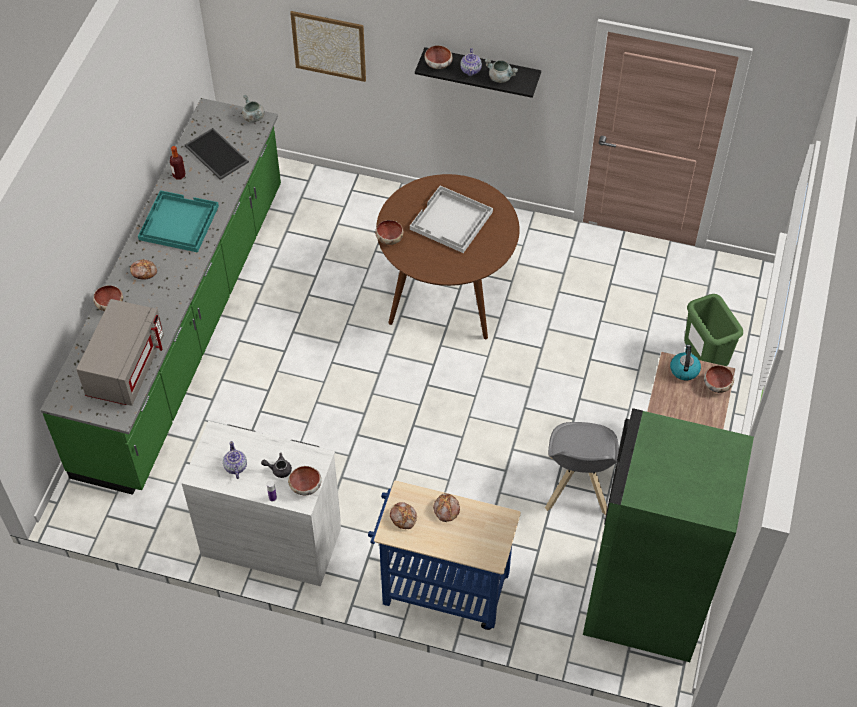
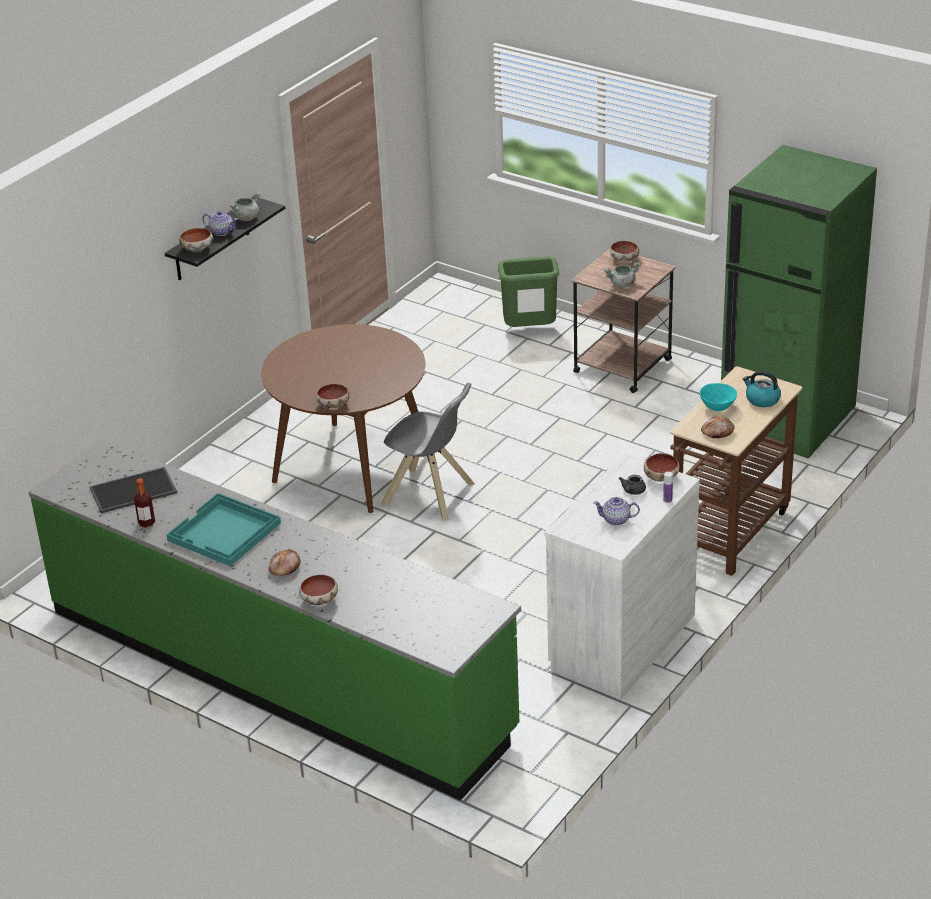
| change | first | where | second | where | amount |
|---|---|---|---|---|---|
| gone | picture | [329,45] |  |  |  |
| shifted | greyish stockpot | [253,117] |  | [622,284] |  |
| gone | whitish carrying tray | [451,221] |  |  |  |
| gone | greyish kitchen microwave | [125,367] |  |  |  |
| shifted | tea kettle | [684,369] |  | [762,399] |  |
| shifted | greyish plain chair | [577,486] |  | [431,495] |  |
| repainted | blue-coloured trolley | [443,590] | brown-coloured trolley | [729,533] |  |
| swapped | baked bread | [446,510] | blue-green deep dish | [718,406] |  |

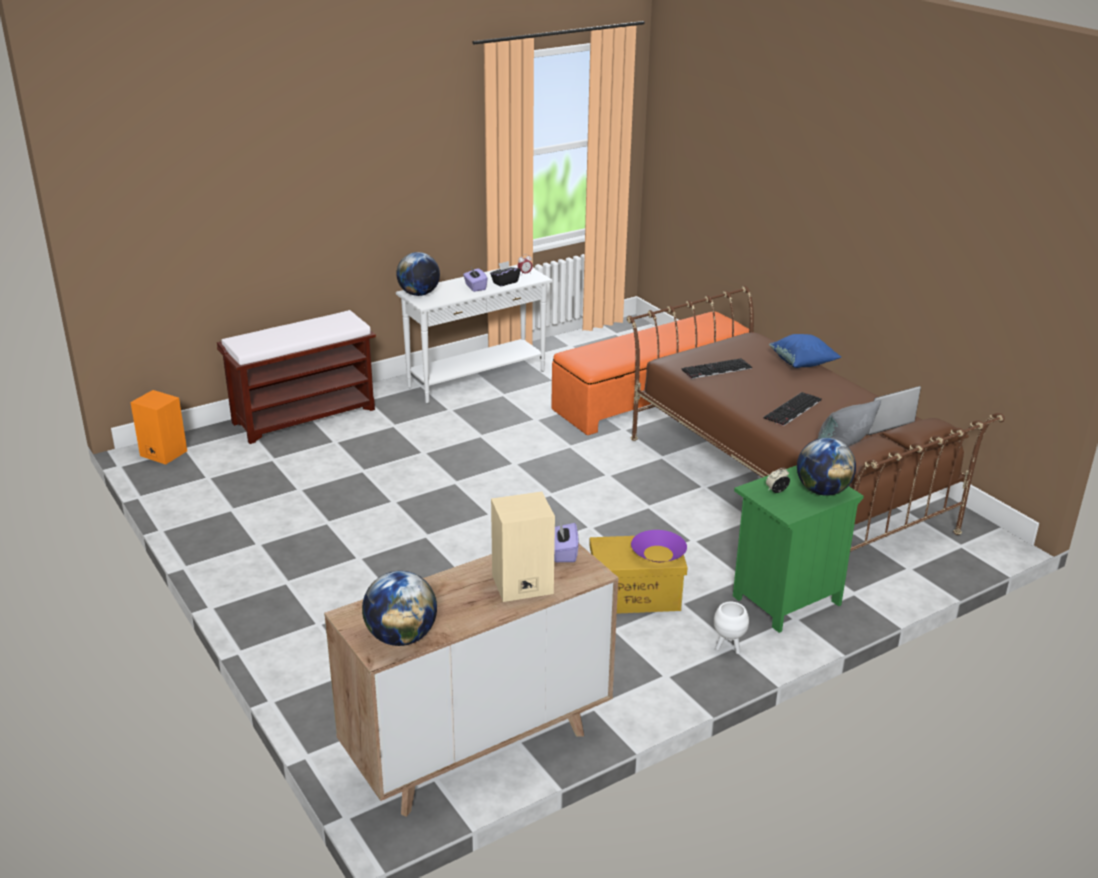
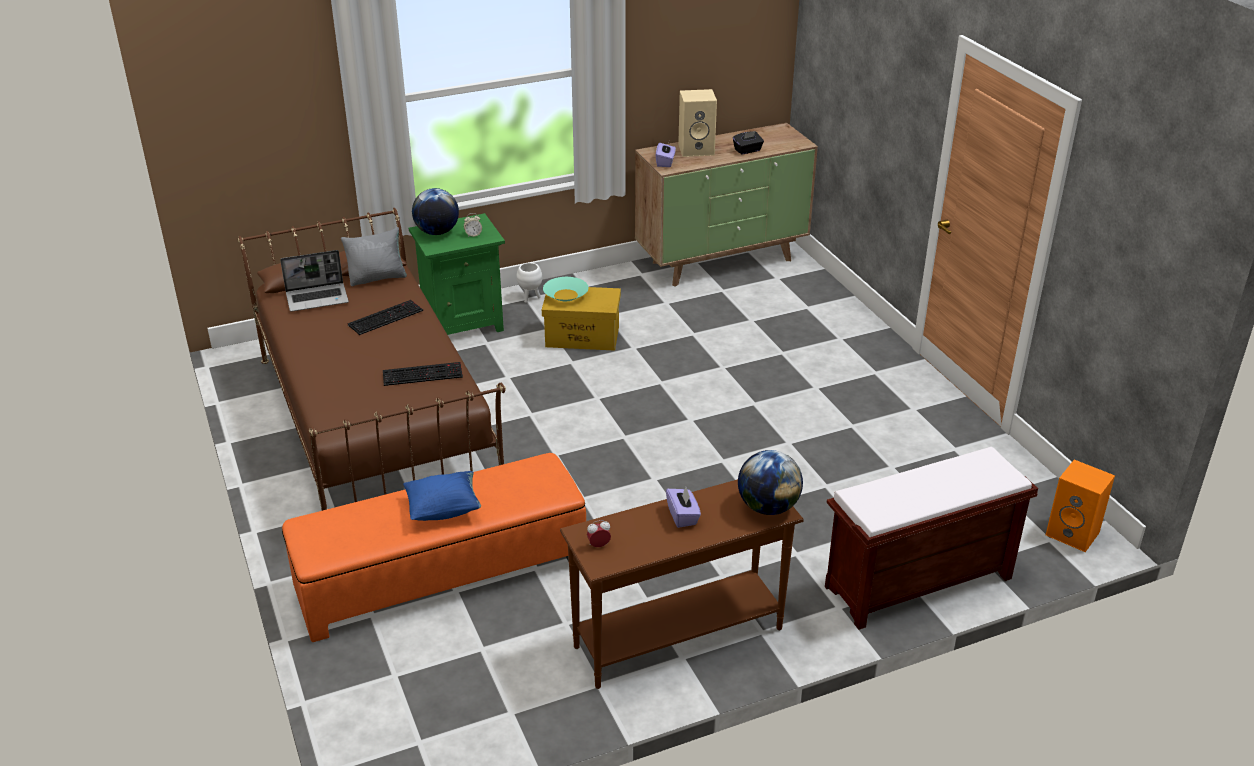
| change | first | where | second | where | amount |
|---|---|---|---|---|---|
| shifted | blackish box of tissues | [505,282] |  | [747,150] |  |
| repainted | whitish narrow table | [477,378] | brown-coloured narrow table | [678,640] |  |
| shifted | blue-coloured cushion | [802,364] |  | [444,509] |  |
| repainted | purple-coloured deep dish | [658,553] | blue-green deep dish | [566,295] |  |
| gone | desk globe | [401,637] |  |  |  |

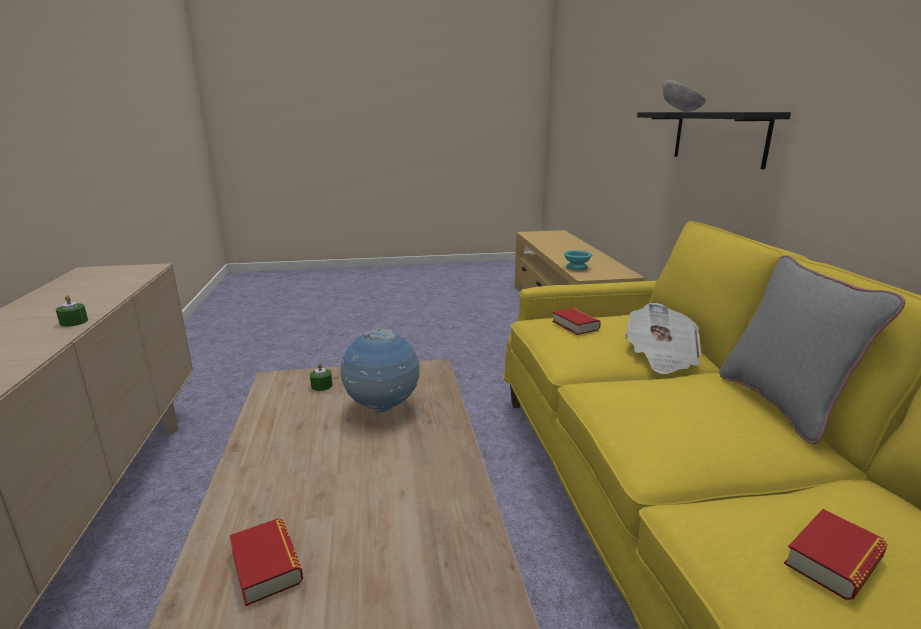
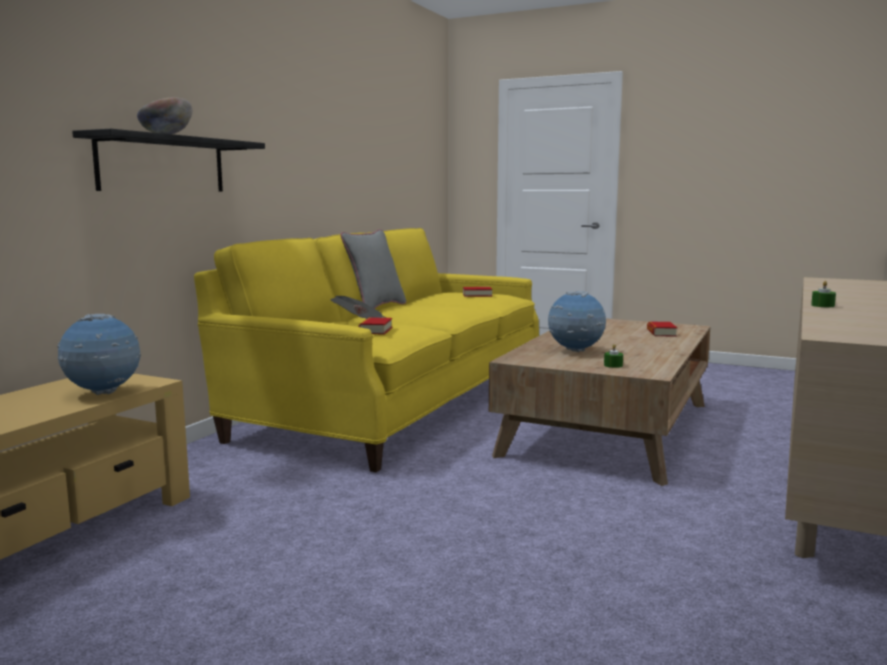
| change | first | where | second | where | amount |
|---|---|---|---|---|---|
| swapped | blue-green deep dish | [577,267] | desk globe | [103,393] |  |

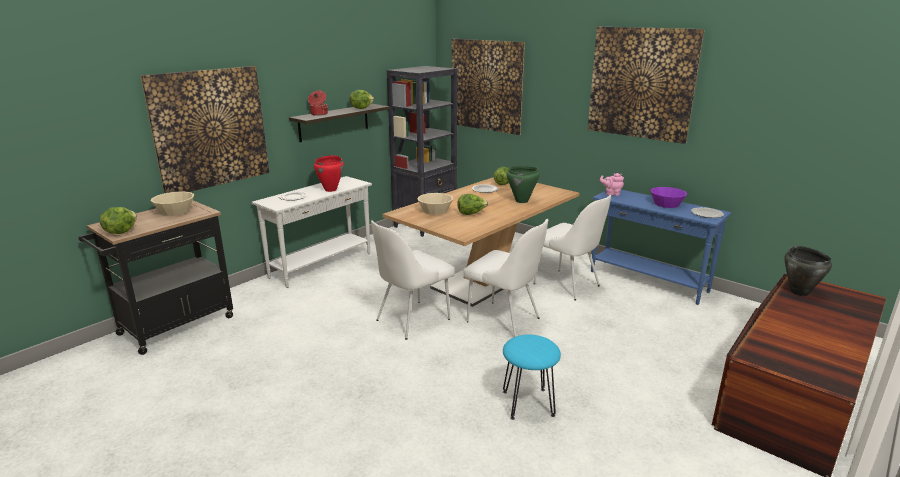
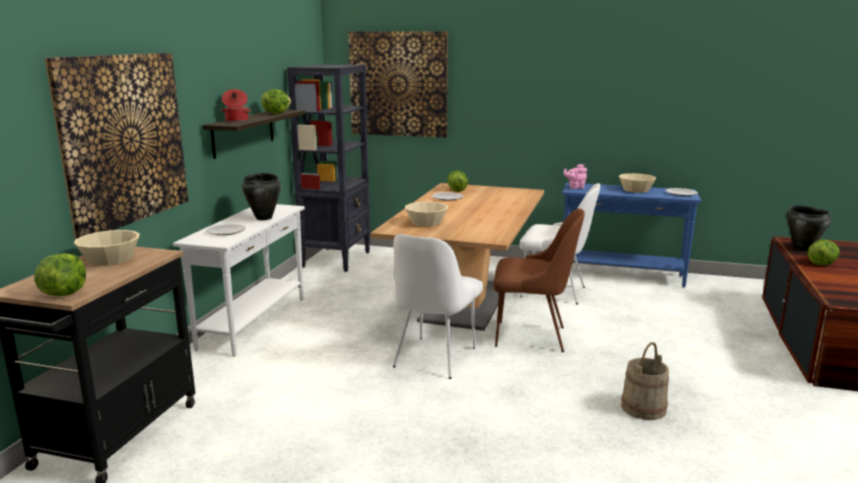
| change | first | where | second | where | amount |
|---|---|---|---|---|---|
| gone | picture | [641,83] |  |  |  |
| repainted | red-coloured stockpot | [331,189] | blackish stockpot | [264,218] |  |
| gone | green-coloured stockpot | [522,201] |  |  |  |
| repainted | purple-coloured deep dish | [666,204] | beige deep dish | [636,189] |  |
| shifted | lettuce | [471,214] |  | [822,263] |  |
| repainted | whitish plain chair | [504,320] | brown-coloured plain chair | [531,336] |  |
| swapped | blue-green stool seat | [528,403] | beige bucket | [643,408] |  |

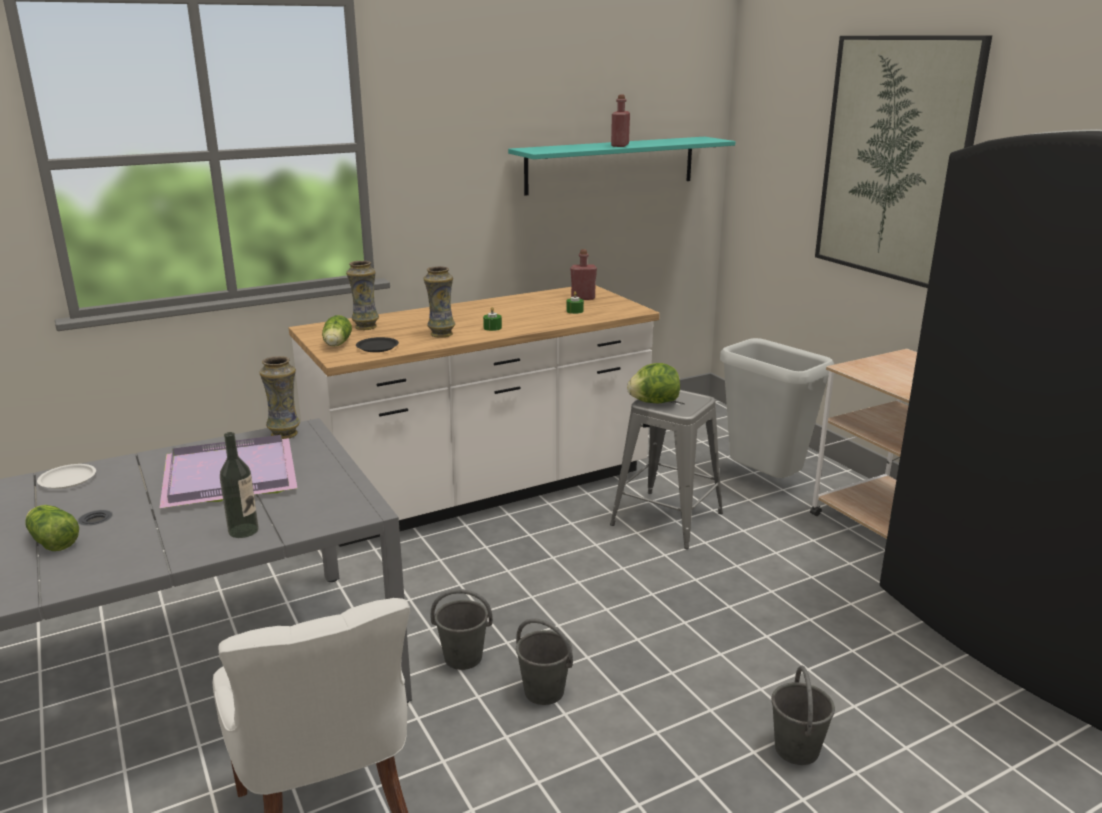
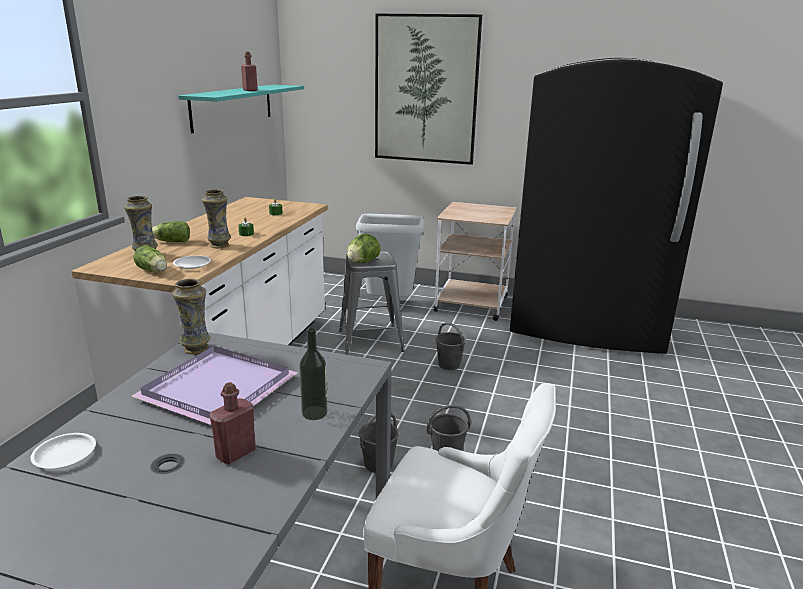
| change | first | where | second | where | amount |
|---|---|---|---|---|---|
| shifted | red-coloured beverage bottle | [583,298] |  | [236,453] |  |
| repainted | blackish flat dish | [377,347] | whitish flat dish | [192,264] |  |
| shifted | lettuce | [52,541] |  | [171,241] |  |
| shifted | greyish bucket | [796,750] |  | [449,365] |  |

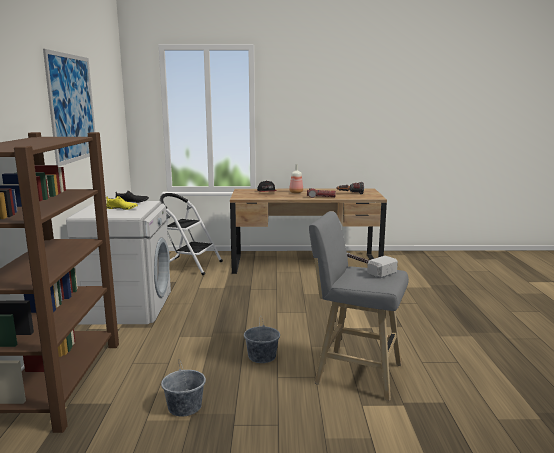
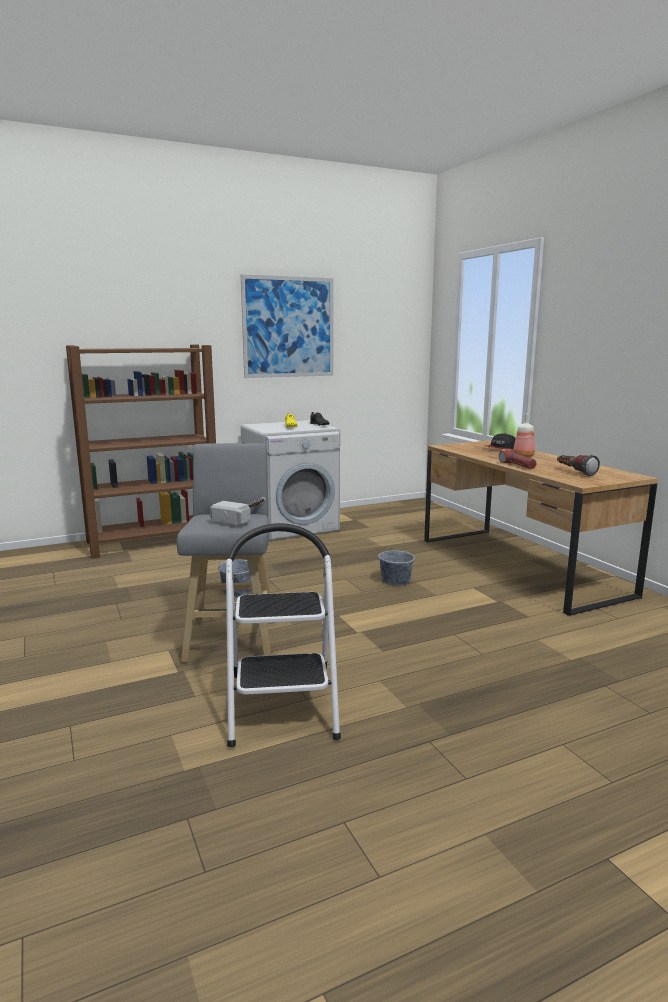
| change | first | where | second | where | amount |
|---|---|---|---|---|---|
| shifted | step stool | [188,265] |  | [283,703] |  |
| shifted | greyish bucket | [185,407] |  | [395,580] |  |

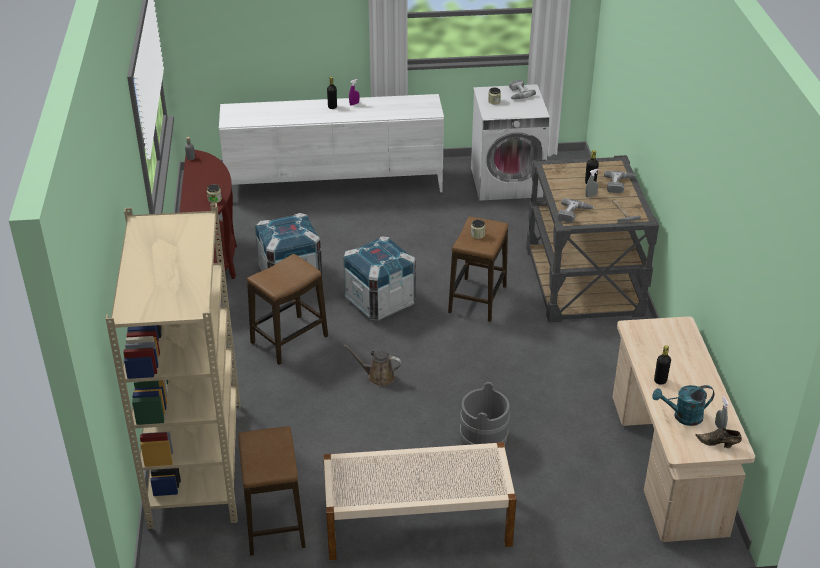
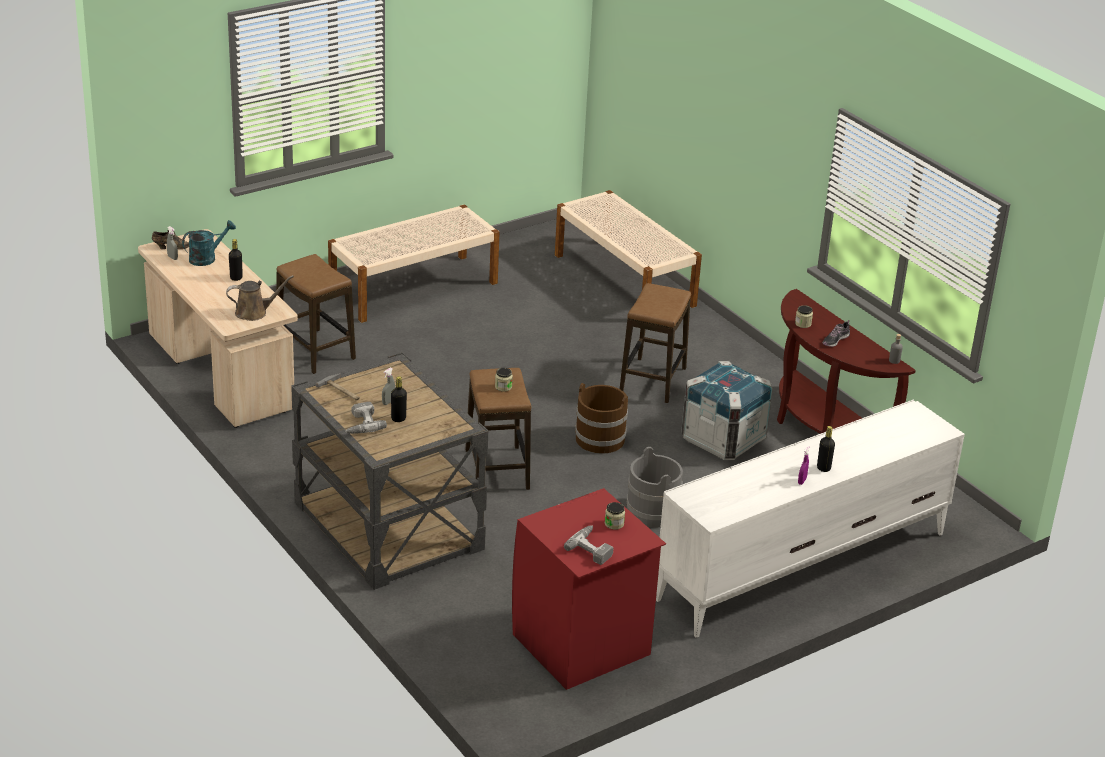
| change | first | where | second | where | amount |
|---|---|---|---|---|---|
| repainted | whitish washing machine | [507,181] | red-coloured washing machine | [581,646] |  |
| gone | electric drill | [574,214] |  |  |  |
| swapped | beige bookcase | [196,463] | beige long seat | [625,280] |  |
| swapped | crate | [380,301] | brown-coloured bucket | [600,439] |  |
| shifted | brown-coloured sprinkling can | [378,376] |  | [254,312] |  |
| shifted | greyish bucket | [483,438] |  | [652,511] |  |
| shifted | stool seat | [274,522] |  | [316,351] |  |
| new |  |  | shoe | [835,340] |  |

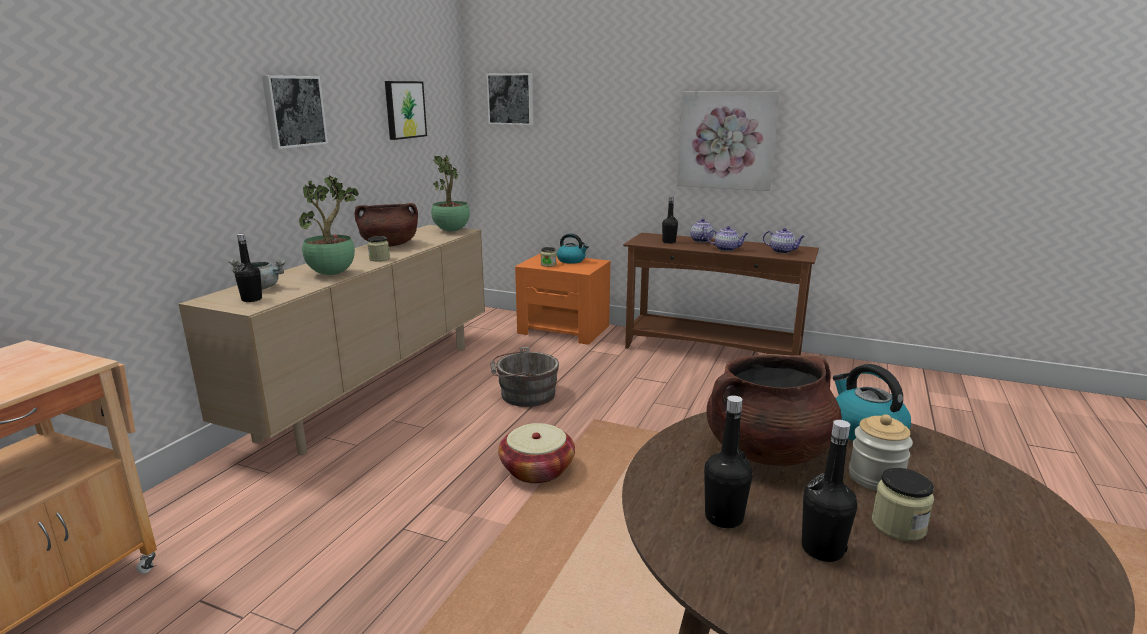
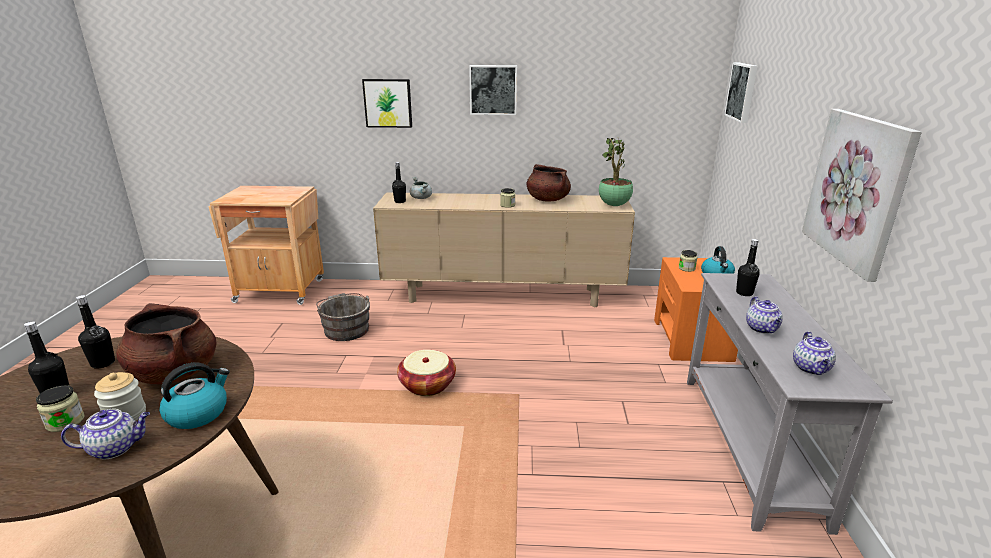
| change | first | where | second | where | amount |
|---|---|---|---|---|---|
| shifted | picture | [404,109] |  | [388,103] |  |
| gone | houseplant | [333,273] |  |  |  |
| shifted | pot for tea | [700,240] |  | [116,448] |  |
| repainted | brown-coloured narrow table | [713,351] | greyish narrow table | [750,446] |  |
| shifted | greyish bucket | [524,395] |  | [346,329] |  |

